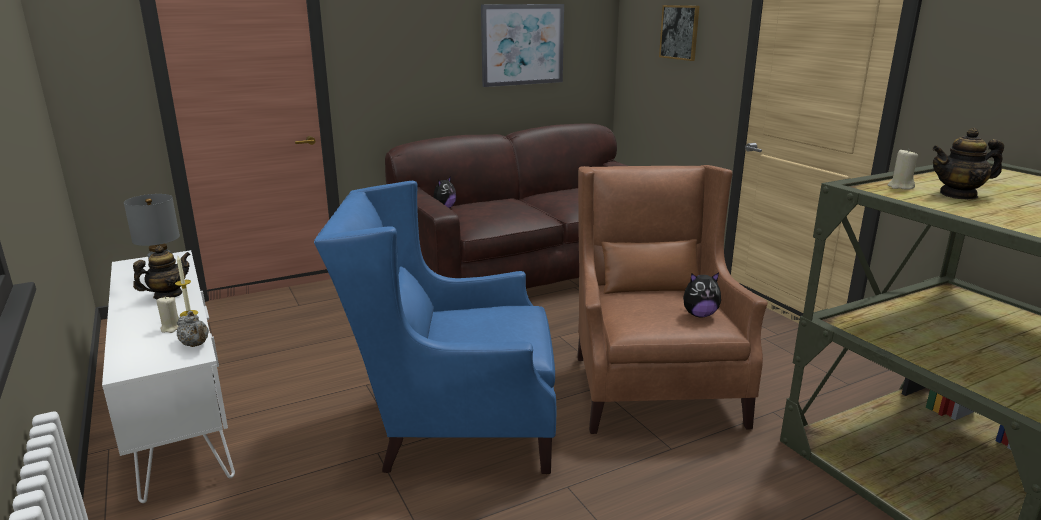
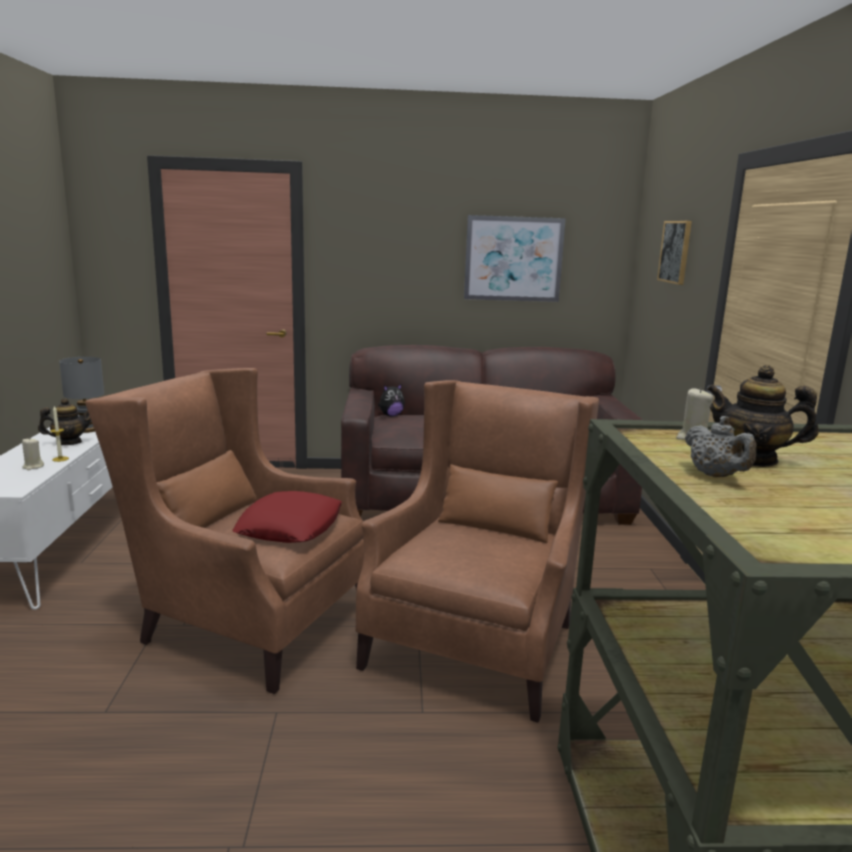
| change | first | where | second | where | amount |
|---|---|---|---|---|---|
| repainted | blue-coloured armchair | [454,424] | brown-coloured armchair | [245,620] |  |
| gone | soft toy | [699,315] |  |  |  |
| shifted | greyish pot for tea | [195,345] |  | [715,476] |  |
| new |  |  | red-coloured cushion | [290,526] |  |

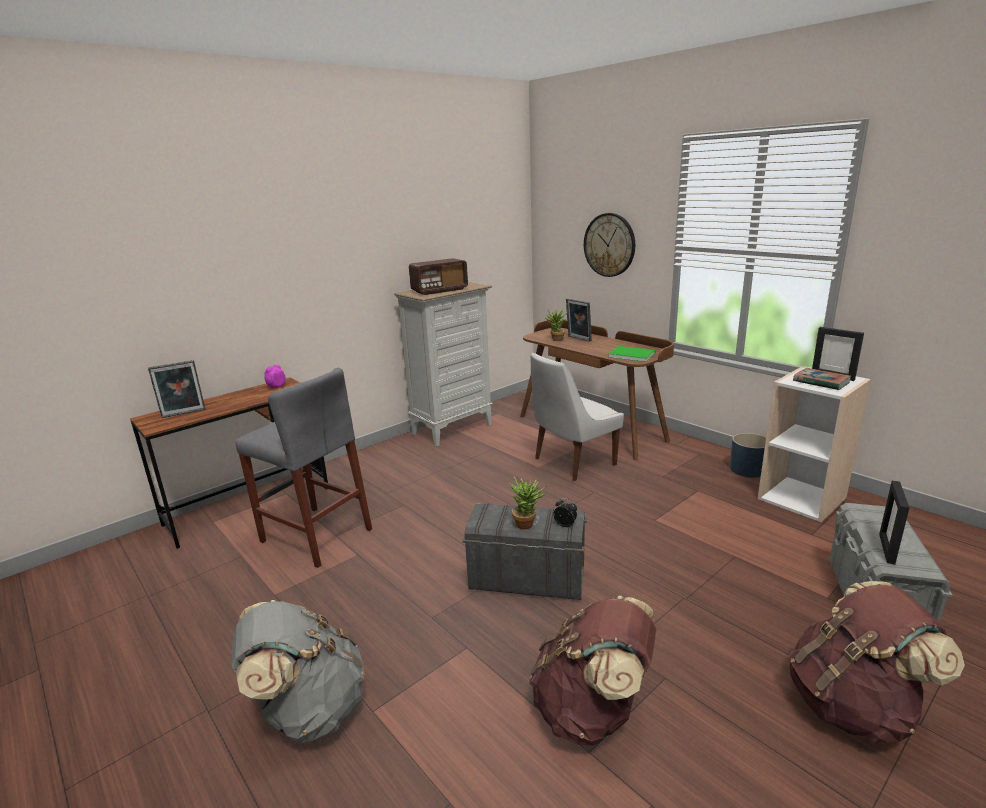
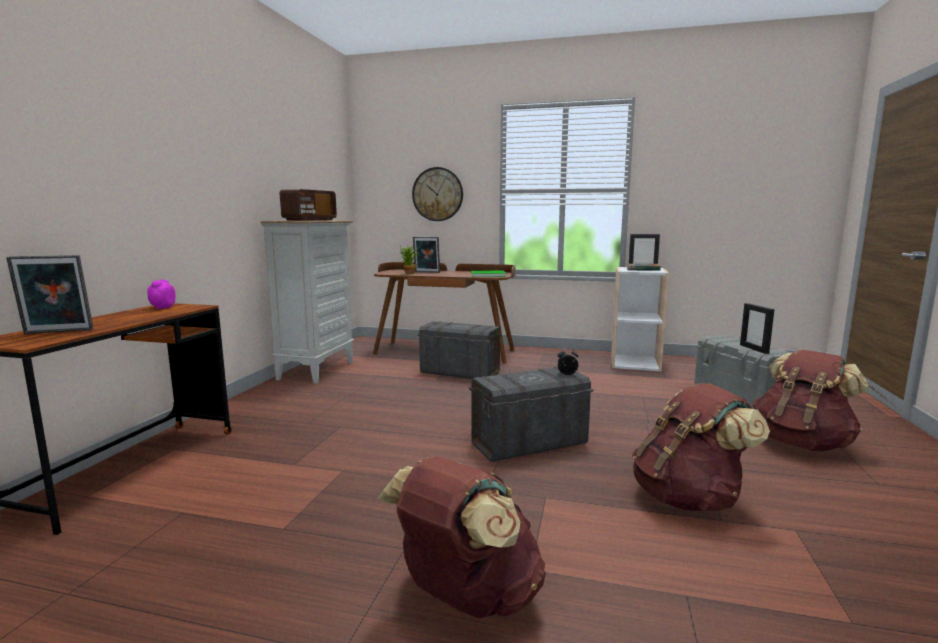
| change | first | where | second | where | amount |
|---|---|---|---|---|---|
| swapped | whitish plain chair | [572,462] | greyish storage container | [459,372] |  |
| rotated | photo frame | [184,414] |  | [57,332] | 45 degrees clockwise |
| gone | greyish stool seat | [316,535] |  |  |  |
| gone | blue-coloured flower pot | [747,469] |  |  |  |
| gone | houseplant | [528,524] |  |  |  |
| repainted | greyish knapsack | [309,710] | brown-coloured knapsack | [466,597] |  |

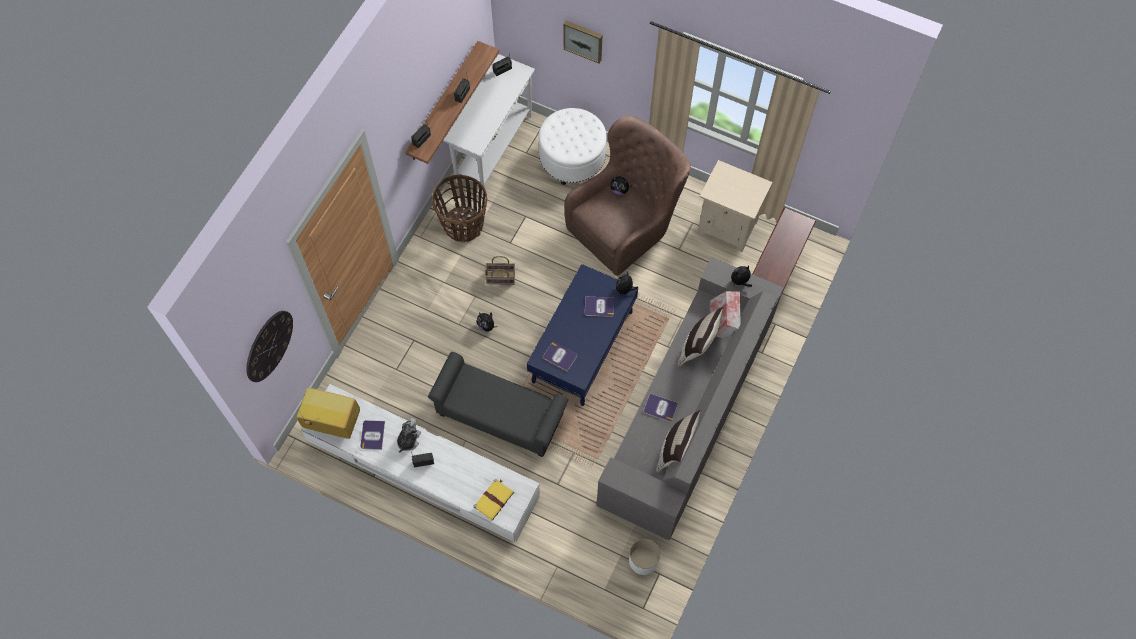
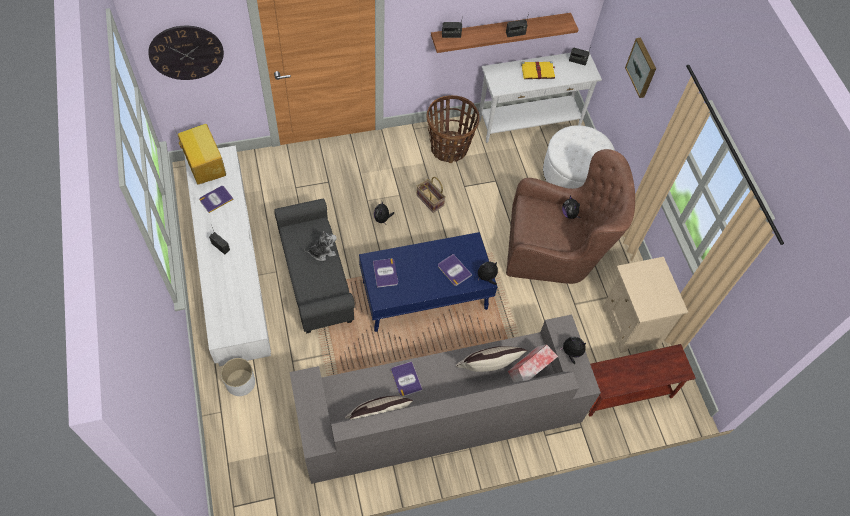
| change | first | where | second | where | amount |
|---|---|---|---|---|---|
| shifted | soft toy | [408,440] |  | [322,251] |  |
| shifted | yellow bound book | [494,499] |  | [538,71] |  |
| shifted | whitish flower pot | [643,561] |  | [240,383] |  |

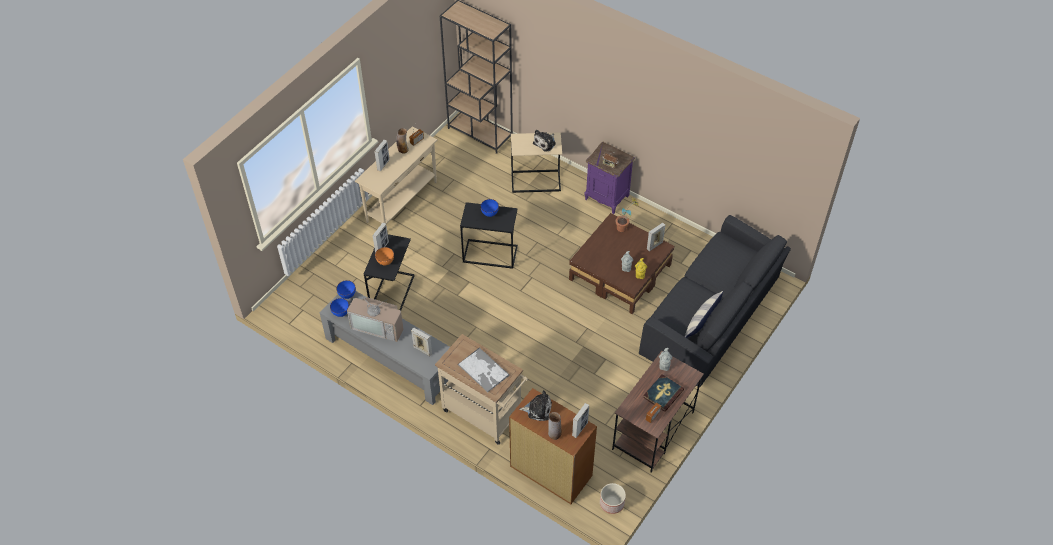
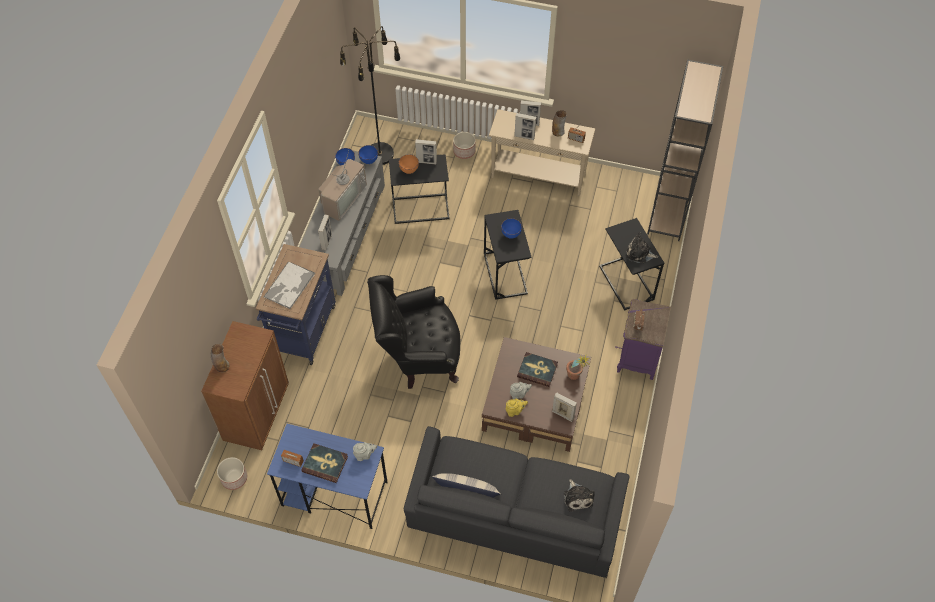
| change | first | where | second | where | amount |
|---|---|---|---|---|---|
| repainted | beige side table | [536,181] | blackish side table | [626,282] |  |
| rotated | television | [378,326] |  | [342,197] | 150 degrees counterclockwise |
| repainted | beige trolley | [484,415] | blue-coloured trolley | [303,332] |  |
| repainted | brown-coloured desk unit | [653,431] | blue-coloured desk unit | [333,493] |  |
| shifted | soft toy | [538,409] |  | [577,497] |  |
| shifted | photo frame | [580,429] |  | [524,136] |  |
| new |  |  | standing lamp | [379,154] |  |
| new |  |  | flower pot | [464,151] |  |
| new |  |  | blackish armchair | [419,359] |  |
| new |  |  | bound book | [537,370] |  |

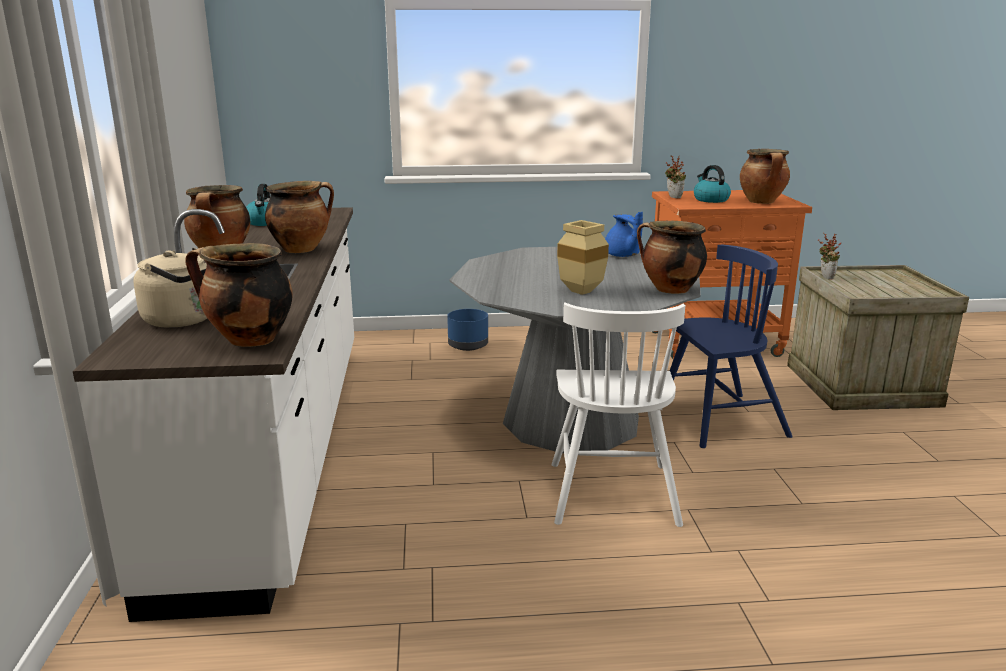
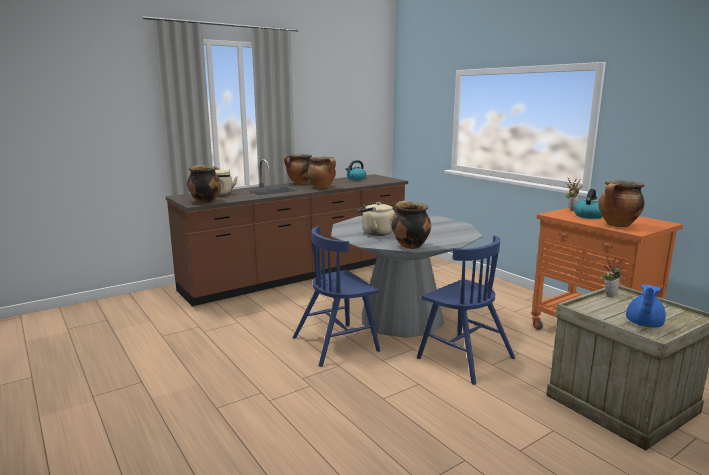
| change | first | where | second | where | amount |
|---|---|---|---|---|---|
| repainted | whitish kitchen counter | [279,448] | brown-coloured kitchen counter | [299,275] |  |
| shifted | blue-coloured pot for tea | [622,255] |  | [643,324] |  |
| swapped | beige vase | [578,291] | beige tea kettle | [375,233] |  |
| repainted | whitish plain chair | [611,488] | blue-coloured plain chair | [339,342] |  |
| gone | blue-coloured flower pot | [467,345] |  |  |  |

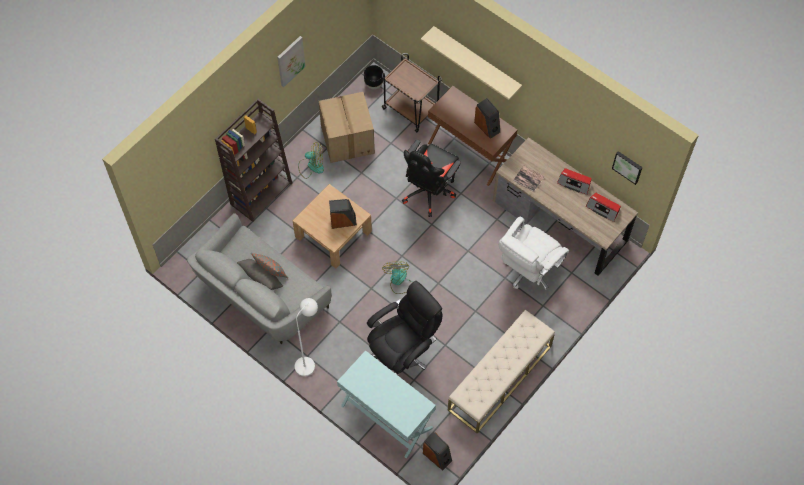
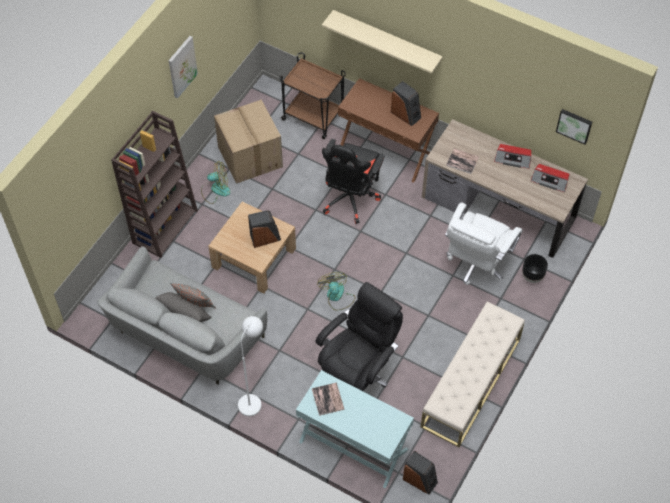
| change | first | where | second | where | amount |
|---|---|---|---|---|---|
| shifted | blackish flower pot | [374,84] |  | [532,276] |  |
| new |  |  | bound book | [328,399] |  |

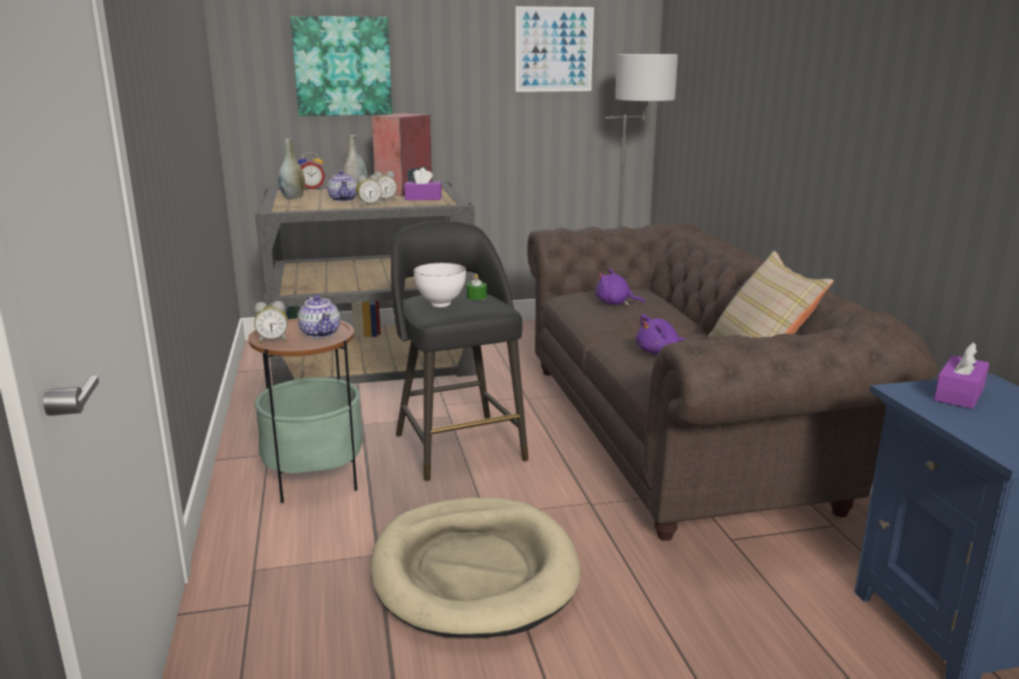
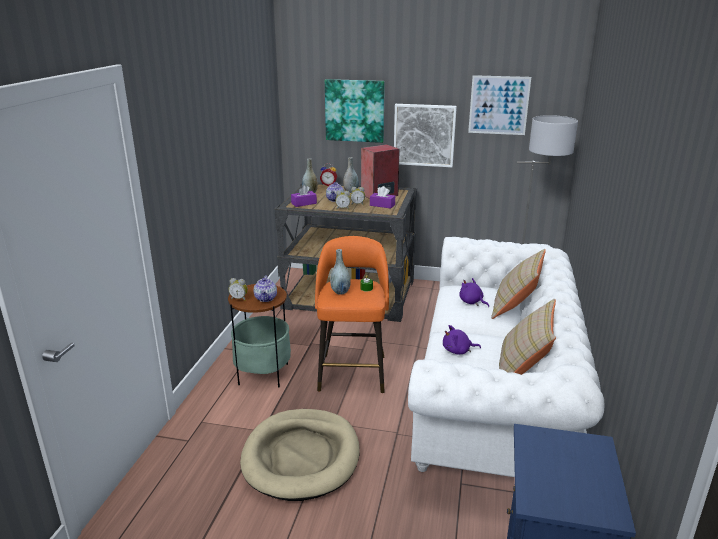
| change | first | where | second | where | amount |
|---|---|---|---|---|---|
| repainted | blackish stool seat | [458,445] | orange stool seat | [352,371] |  |
| repainted | brown-coloured sofa | [678,430] | whitish sofa | [495,396] |  |
| swapped | whitish deep dish | [441,305] | greyish vase | [340,292] |  |
| shifted | purple-coloured box of tissues | [959,394] |  | [304,203] |  |
| new |  |  | picture | [424,135] |  |
| new |  |  | beige cushion | [515,307] |  |

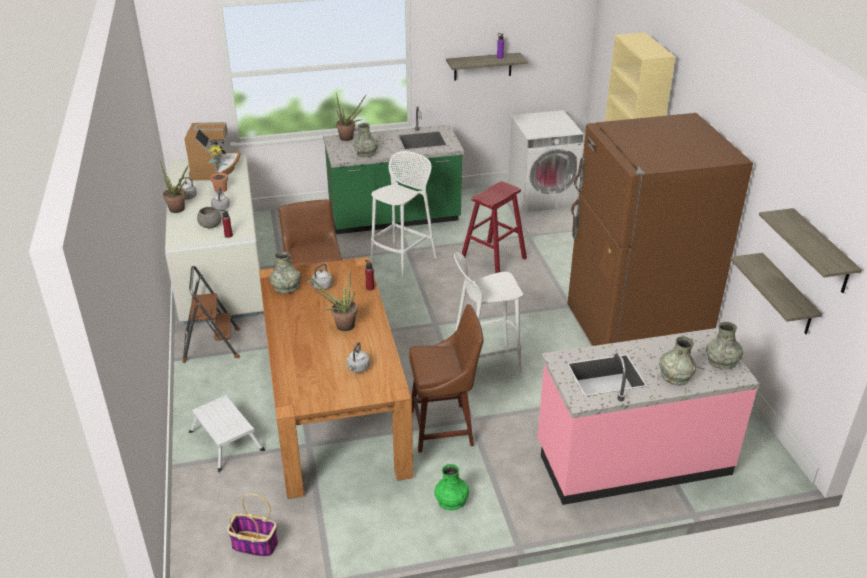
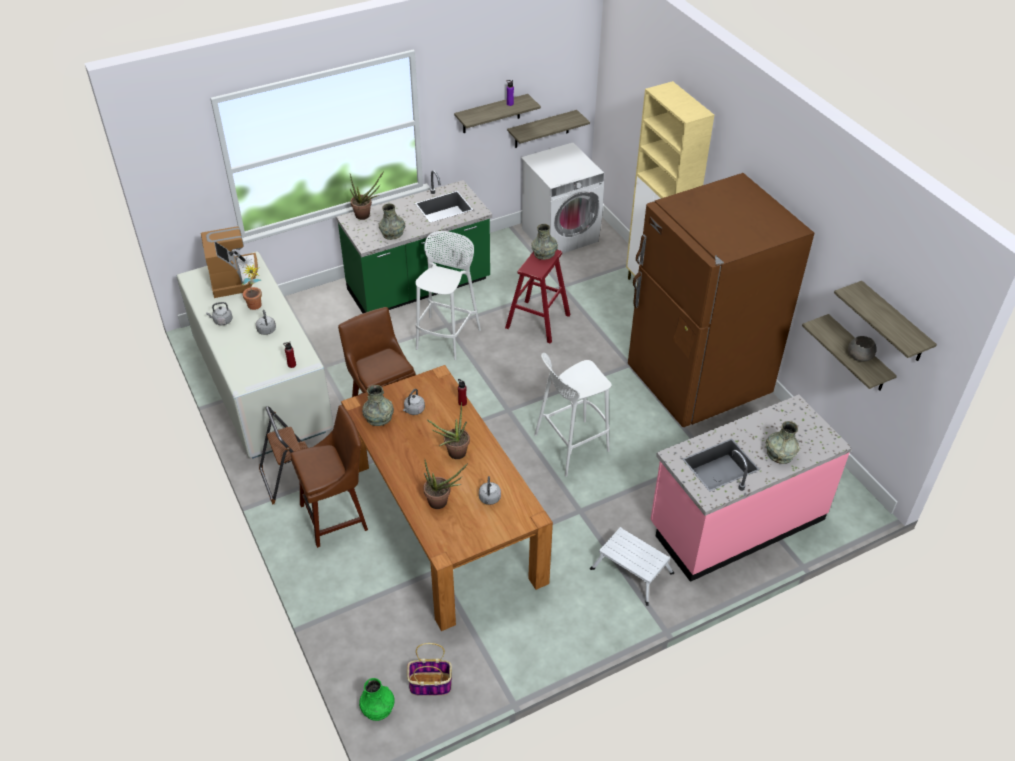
| change | first | where | second | where | amount |
|---|---|---|---|---|---|
| shifted | houseplant | [179,210] |  | [442,503] |  |
| shifted | greyish deep dish | [211,225] |  | [860,356] |  |
| shifted | brown-coloured plain chair | [445,427] |  | [337,516] |  |
| shifted | greyish vase | [722,361] |  | [544,253] |  |
| shifted | whitish step stool | [226,441] |  | [632,571] |  |
| shifted | green-coloured vase | [451,500] |  | [378,708] |  |
| new |  |  | bracket shelf | [542,129] |  |

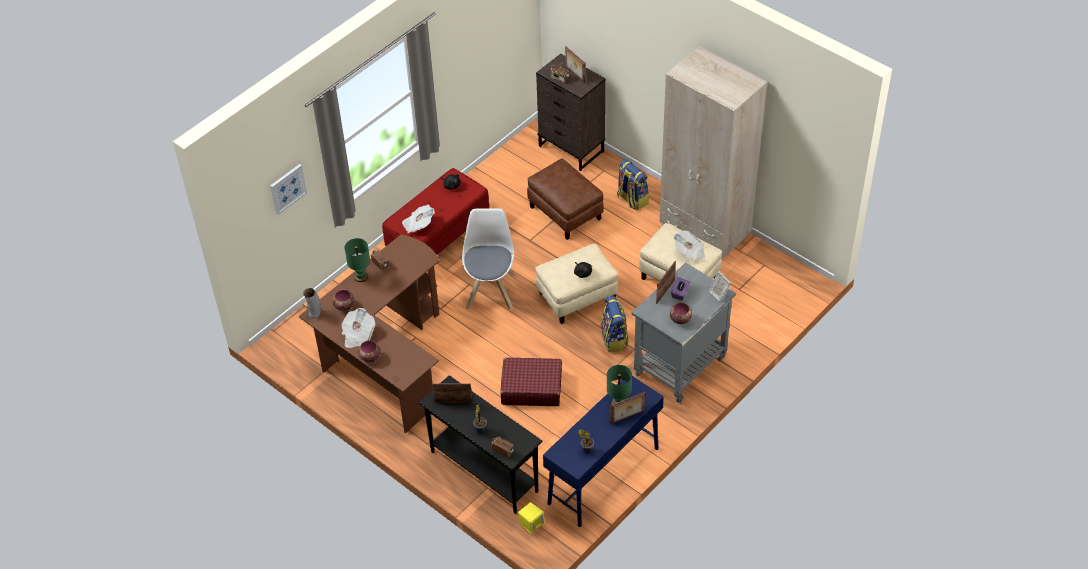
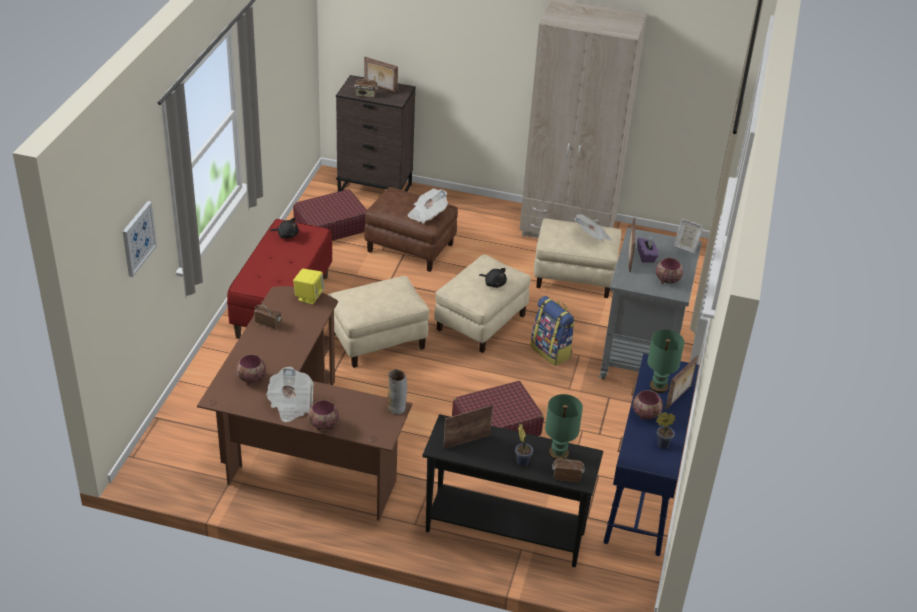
| change | first | where | second | where | amount |
|---|---|---|---|---|---|
| gone | knapsack | [631,199] |  |  |  |
| shifted | newspaper | [418,225] |  | [427,214] |  |
| swapped | plain chair | [490,289] | beige pouffe | [378,340] |  |
| shifted | green-coloured tabletop lamp | [361,277] |  | [559,453] |  |
| shifted | vase | [314,313] |  | [396,407] |  |
| shifted | yellow audio speaker | [531,524] |  | [309,297] |  |
| new |  |  | red-coloured travel case | [330,226] |  |
| new |  |  | deep dish | [646,414] |  |

